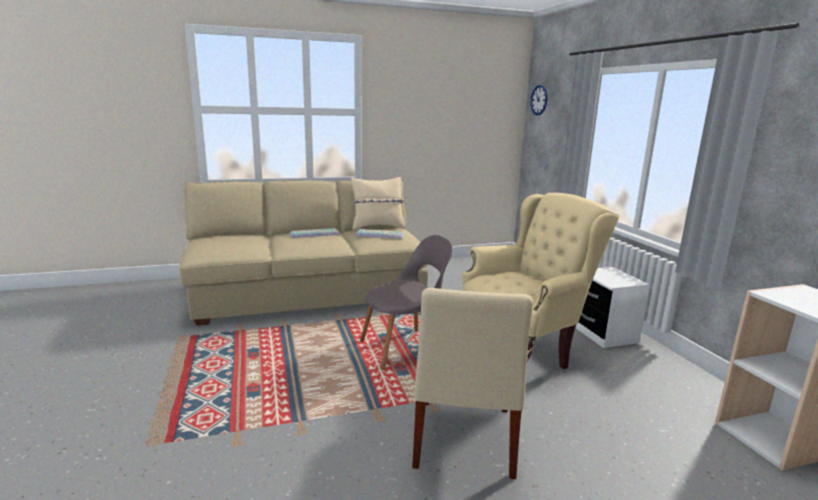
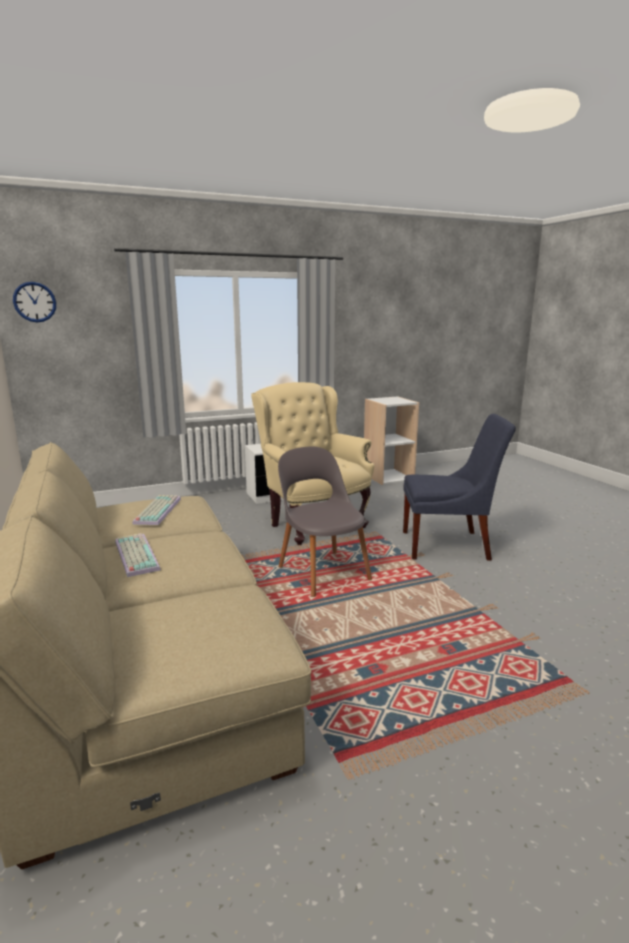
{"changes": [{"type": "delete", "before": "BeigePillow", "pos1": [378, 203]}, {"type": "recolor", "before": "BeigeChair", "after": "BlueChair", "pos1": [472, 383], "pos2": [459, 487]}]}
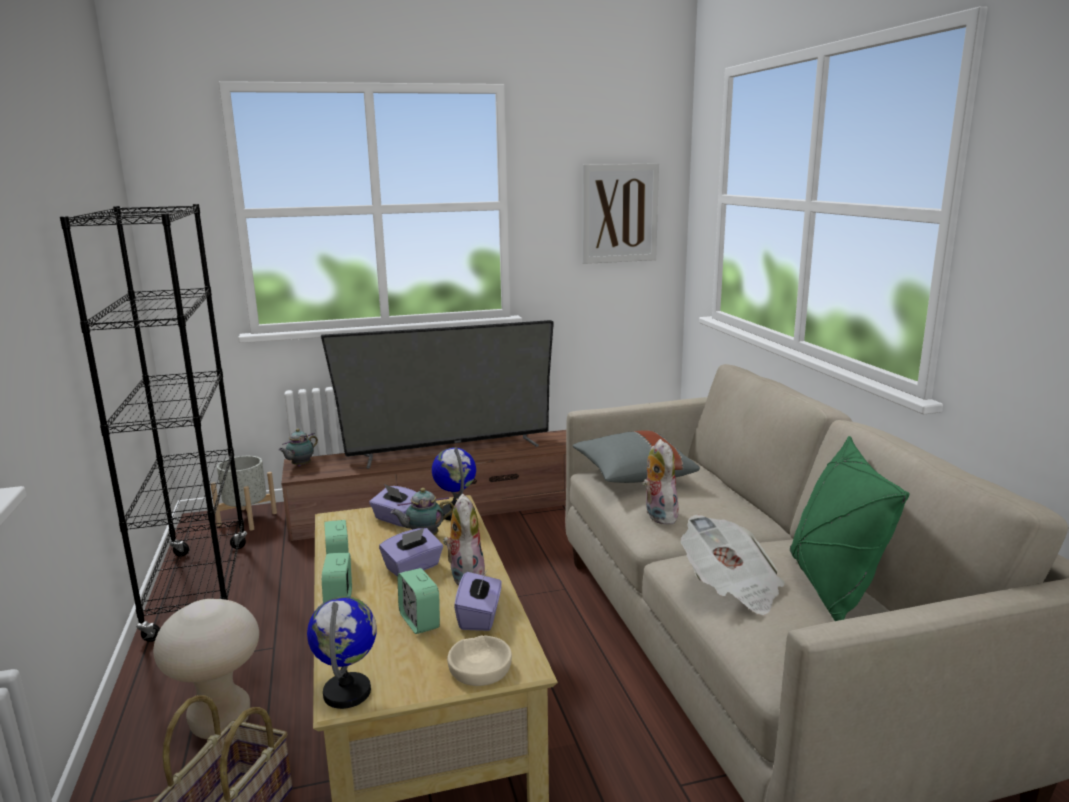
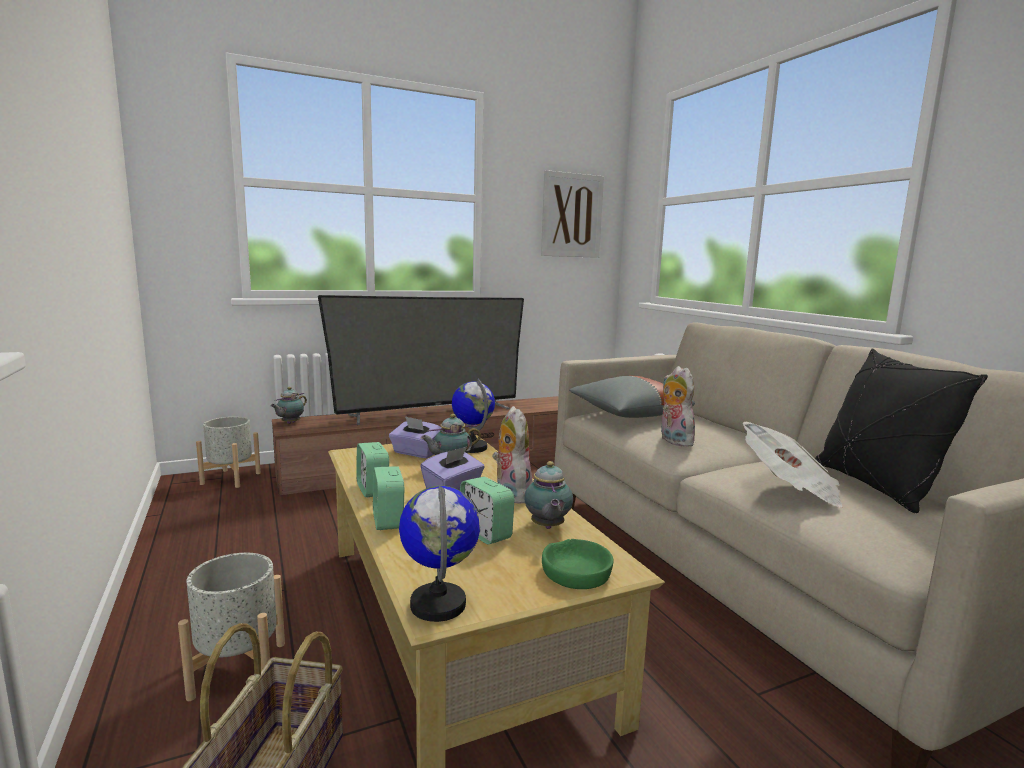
{"changes": [{"type": "delete", "before": "BlackBookcase", "pos1": [153, 423]}, {"type": "replace", "before": "BeigeStool", "after": "GreyPlanter", "pos1": [206, 669], "pos2": [231, 627]}, {"type": "replace", "before": "PurpleTissueBox", "after": "Teapot", "pos1": [478, 599], "pos2": [548, 495]}, {"type": "recolor", "before": "BeigeBowl", "after": "GreenBowl", "pos1": [479, 660], "pos2": [578, 564]}, {"type": "recolor", "before": "GreenPillow", "after": "BlackPillow", "pos1": [850, 528], "pos2": [901, 431]}]}
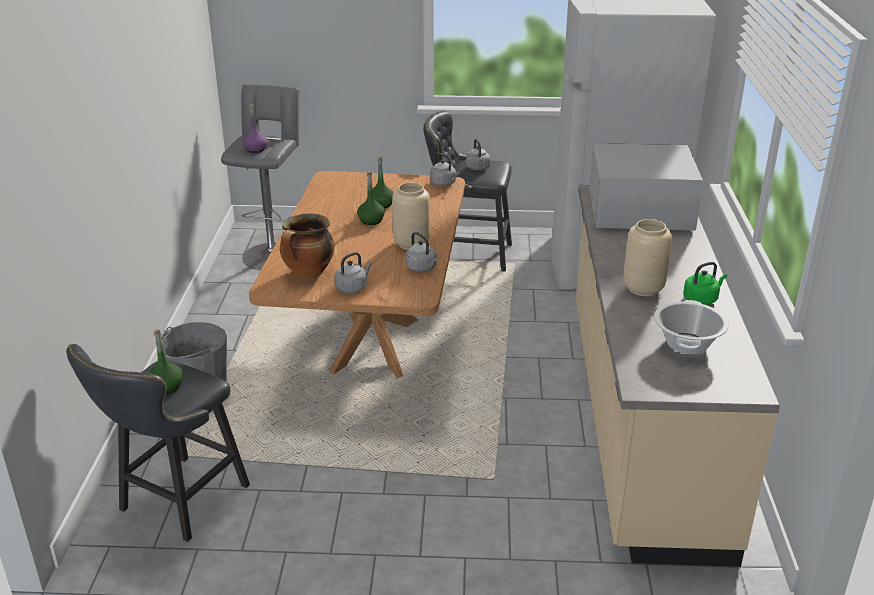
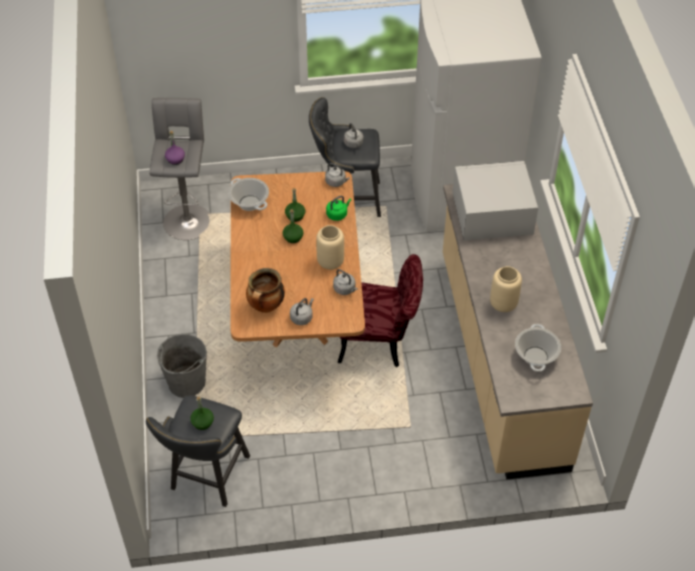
{"changes": [{"type": "insert", "after": "CookingPot", "pos2": [248, 194]}, {"type": "insert", "after": "RedChair", "pos2": [380, 310]}, {"type": "move", "before": "GreenKettle", "pos1": [705, 283], "pos2": [338, 208]}]}
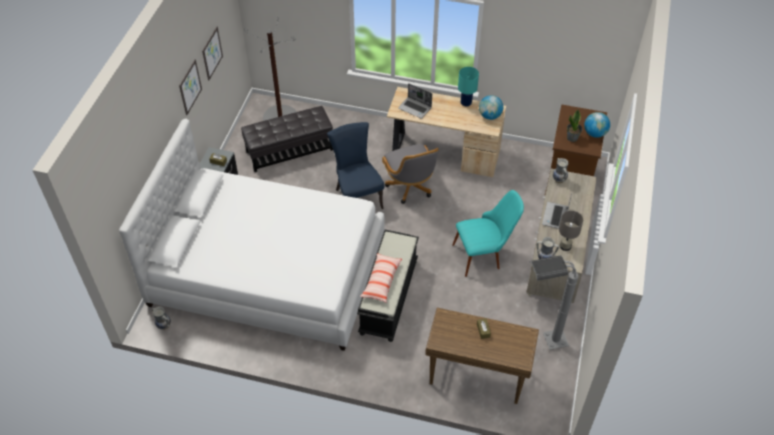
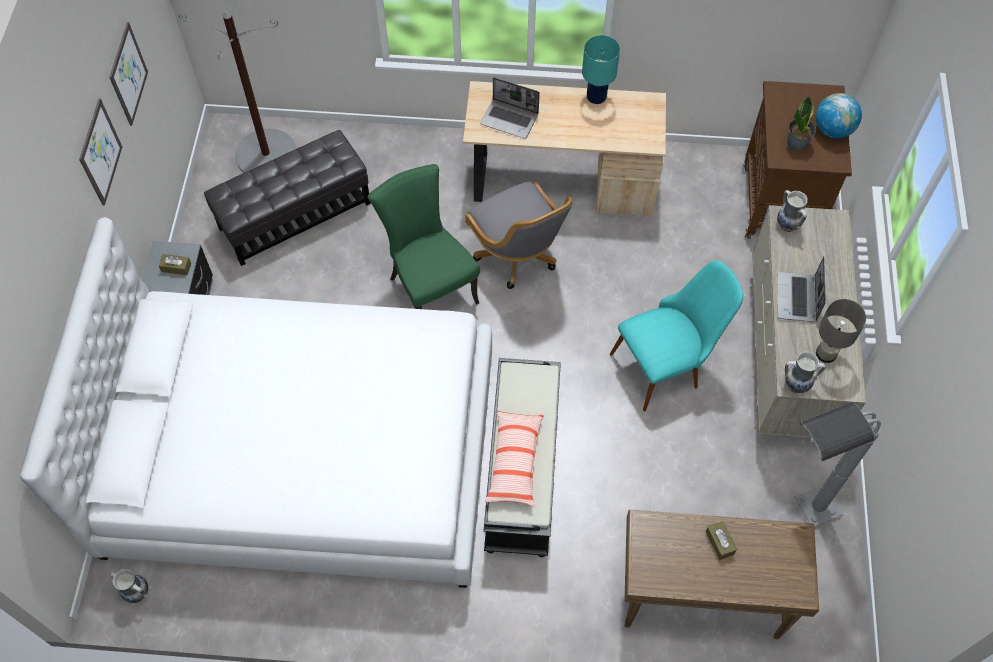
{"changes": [{"type": "delete", "before": "Globe", "pos1": [491, 107]}, {"type": "recolor", "before": "BlueChair", "after": "GreenChair", "pos1": [356, 165], "pos2": [424, 236]}]}
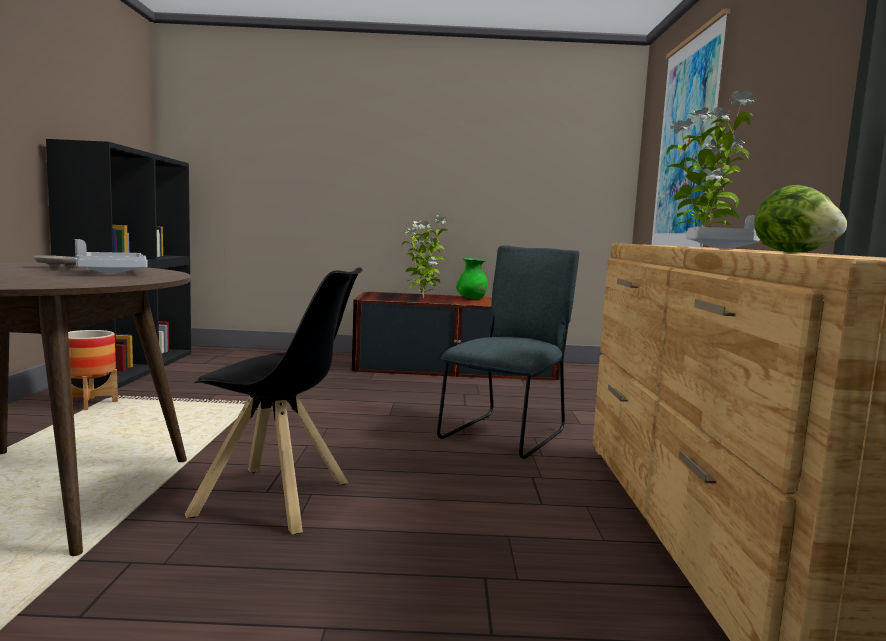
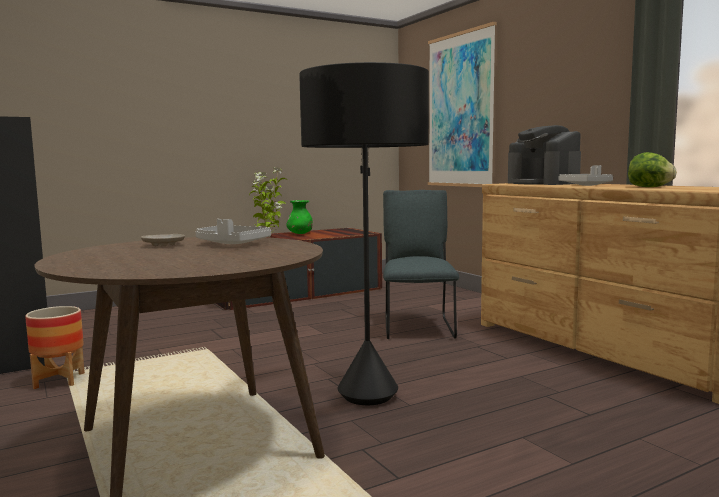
{"changes": [{"type": "replace", "before": "BlackChair", "after": "BlackFloorLamp", "pos1": [274, 400], "pos2": [364, 233]}, {"type": "replace", "before": "PottedPlant", "after": "CoffeeMachine", "pos1": [711, 169], "pos2": [544, 155]}]}
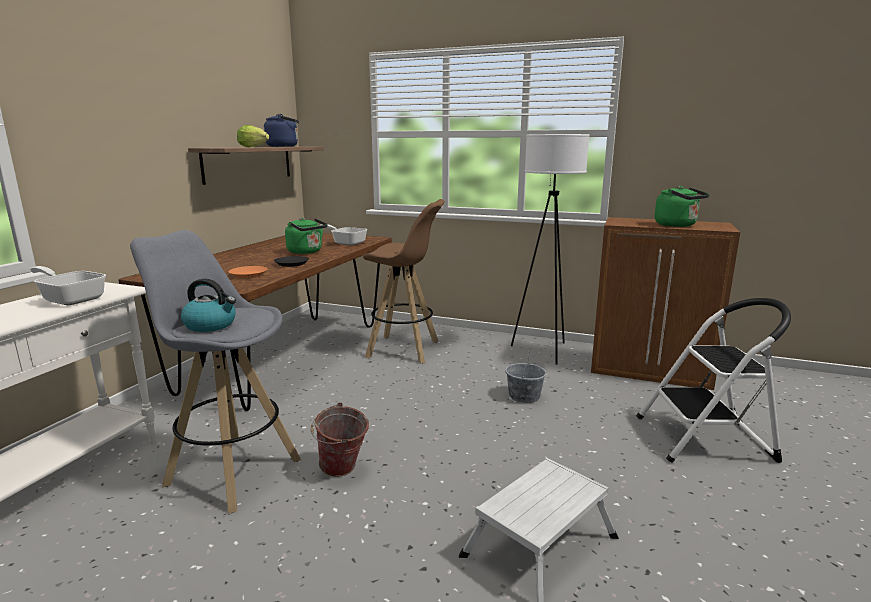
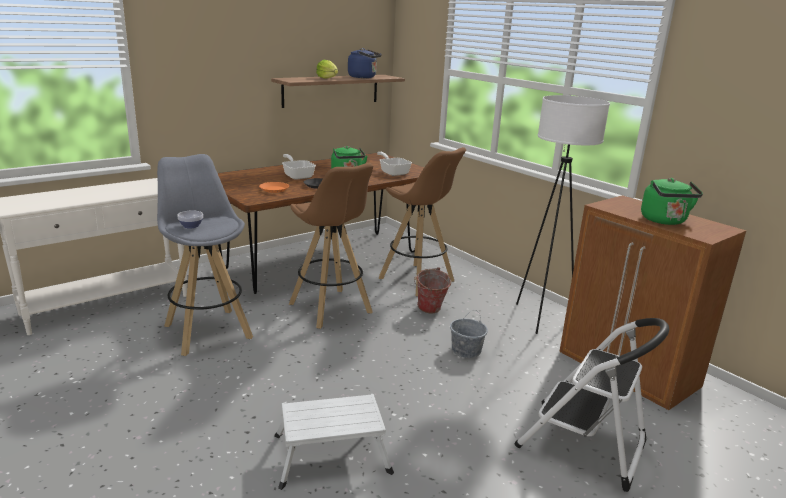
{"changes": [{"type": "insert", "after": "BrownStool", "pos2": [331, 246]}, {"type": "move", "before": "FryingPan", "pos1": [68, 285], "pos2": [299, 167]}, {"type": "move", "before": "Bucket", "pos1": [340, 439], "pos2": [432, 290]}, {"type": "replace", "before": "Kettle", "after": "Bowl", "pos1": [208, 305], "pos2": [190, 219]}]}
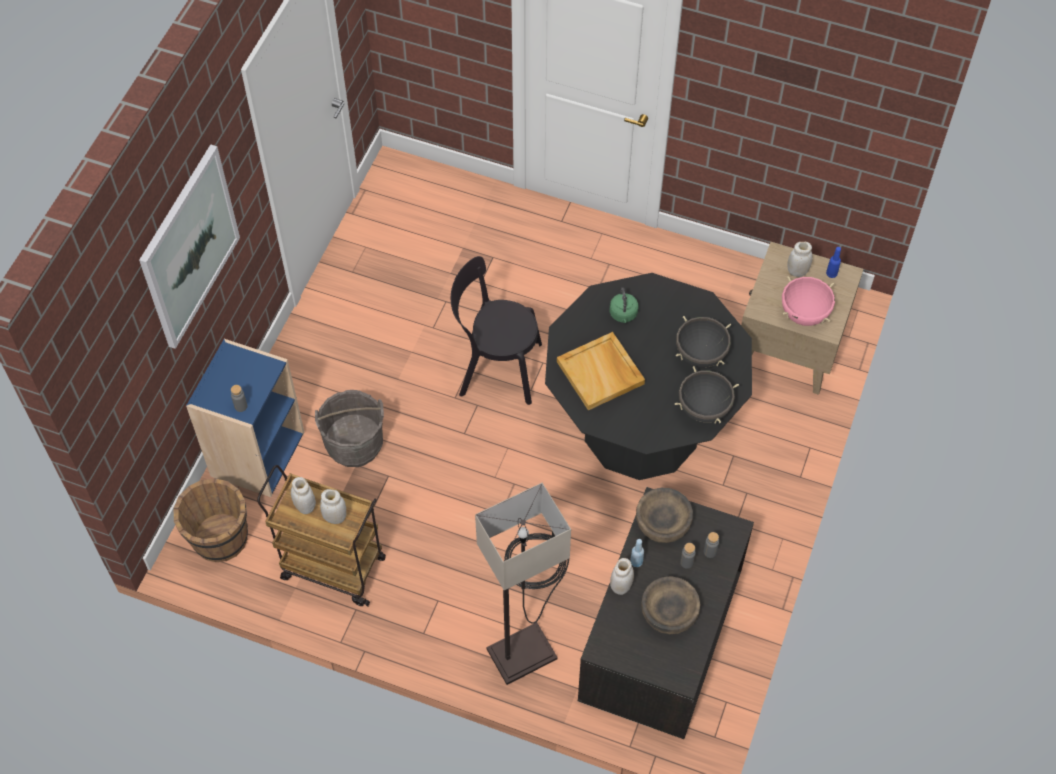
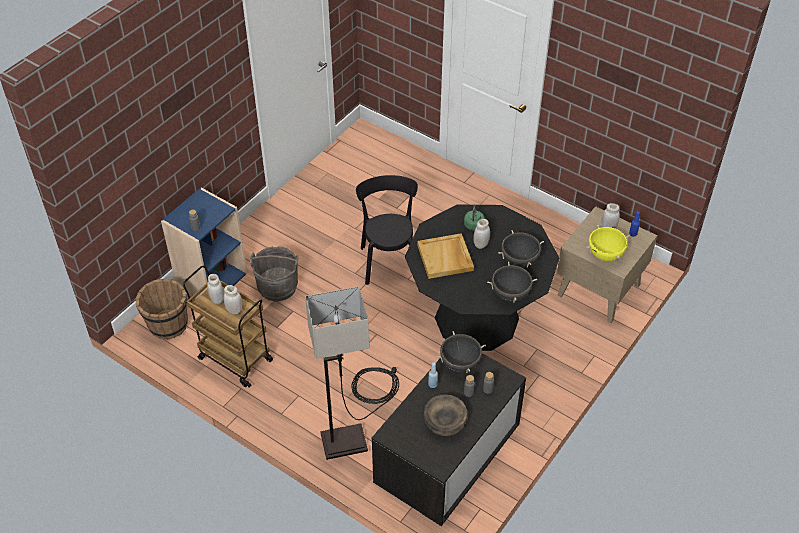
{"changes": [{"type": "delete", "before": "Picture", "pos1": [189, 246]}, {"type": "move", "before": "WhiteJar", "pos1": [622, 576], "pos2": [481, 234]}, {"type": "replace", "before": "BrownBowl", "after": "BlackCookingPot", "pos1": [664, 515], "pos2": [461, 352]}, {"type": "recolor", "before": "PinkCookingPot", "after": "YellowCookingPot", "pos1": [808, 301], "pos2": [608, 243]}, {"type": "rotate", "before": "BlackChair", "pos1": [496, 330], "pos2": [387, 230], "turn": 60}]}
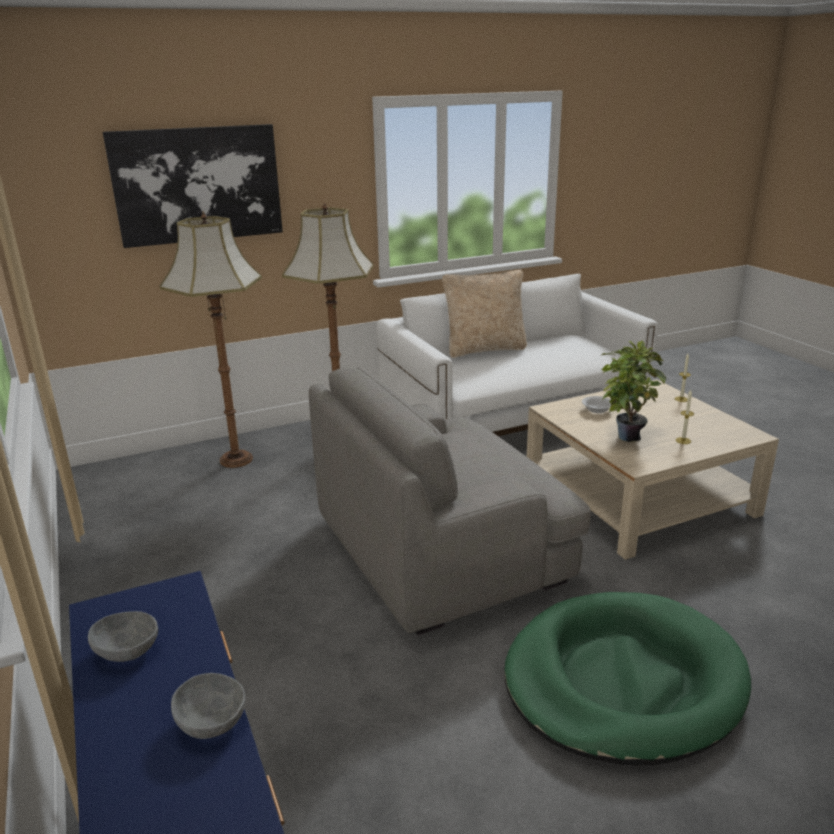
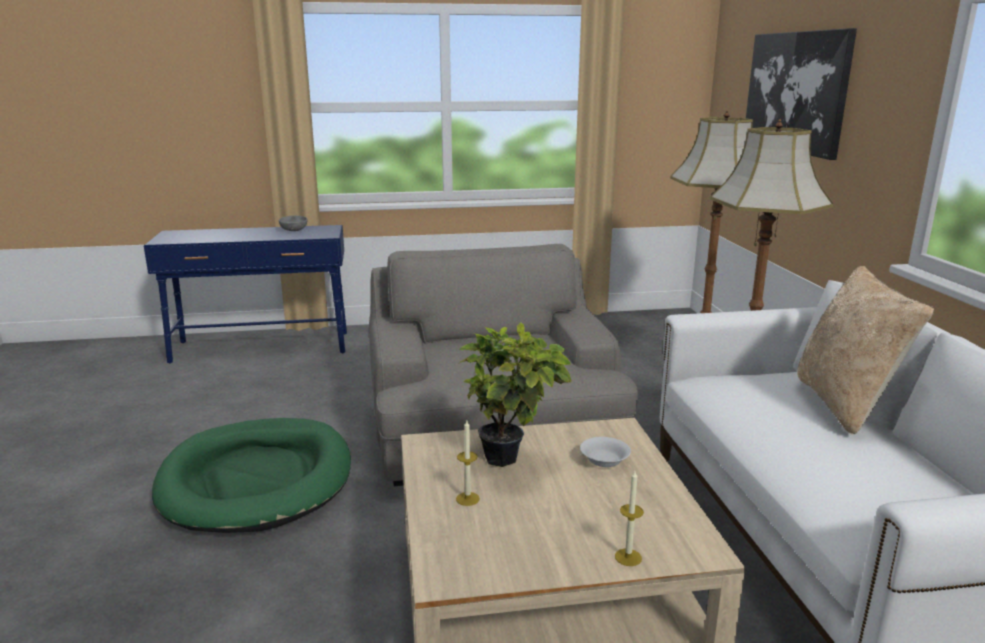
{"changes": [{"type": "delete", "before": "GreyBowl", "pos1": [208, 706]}]}
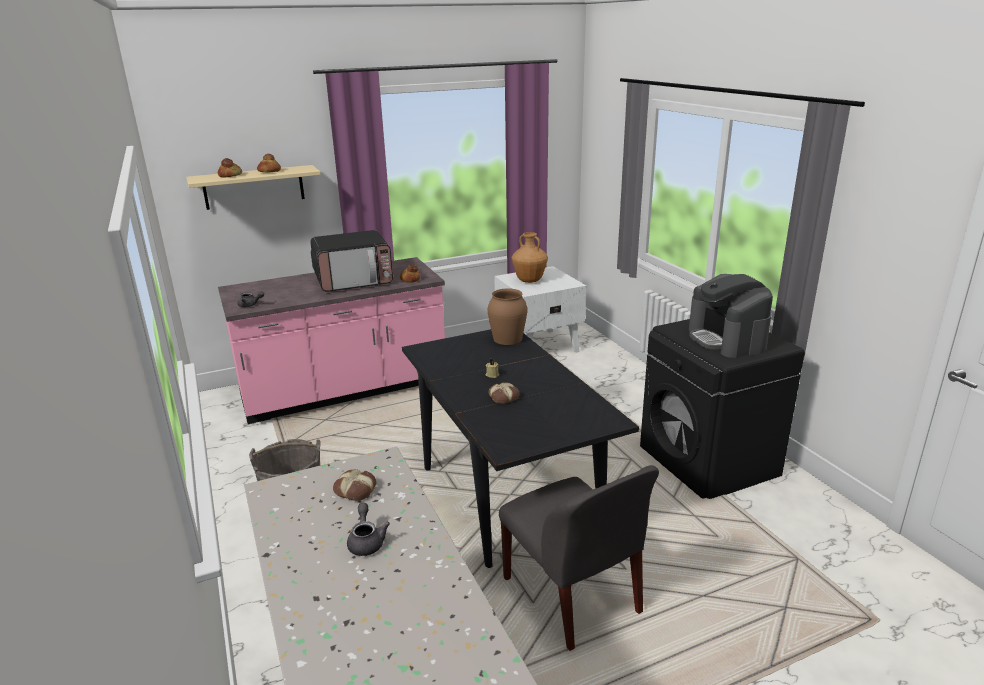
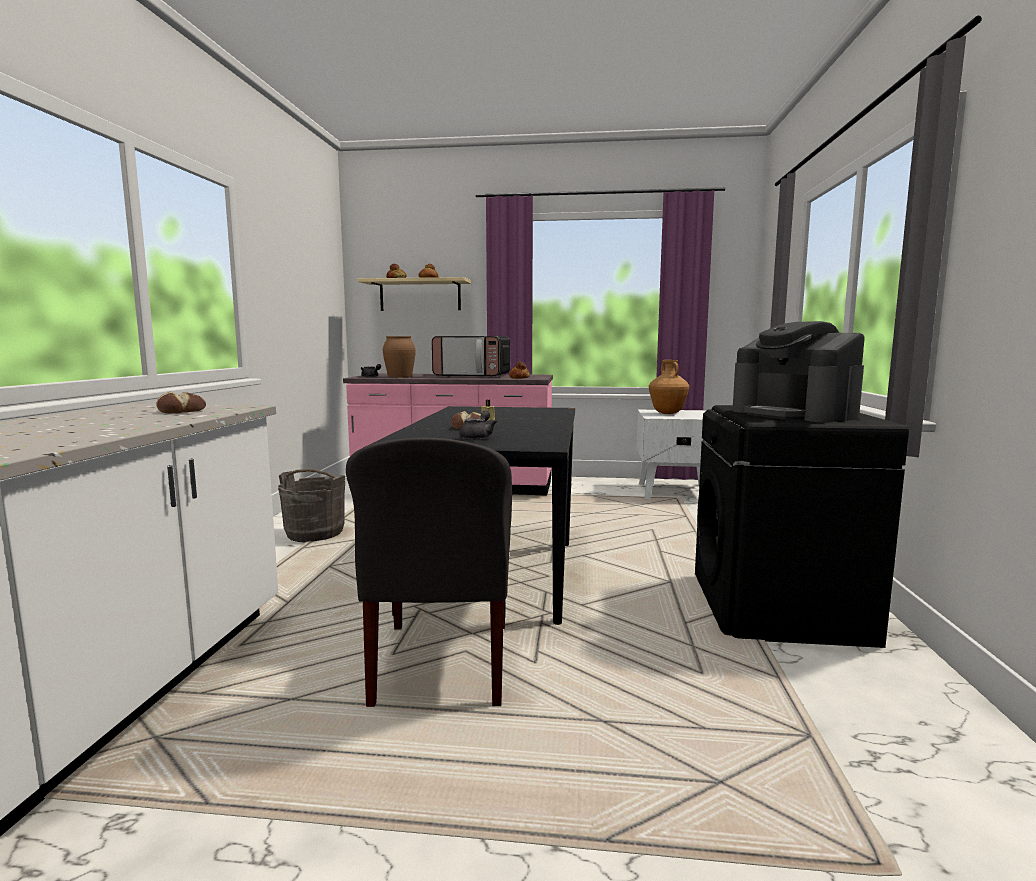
{"changes": [{"type": "move", "before": "GreyTeapot", "pos1": [368, 529], "pos2": [478, 424]}, {"type": "move", "before": "BrownVase", "pos1": [507, 316], "pos2": [399, 356]}, {"type": "rotate", "before": "CoffeeMachine", "pos1": [731, 316], "pos2": [798, 371], "turn": -45}]}
